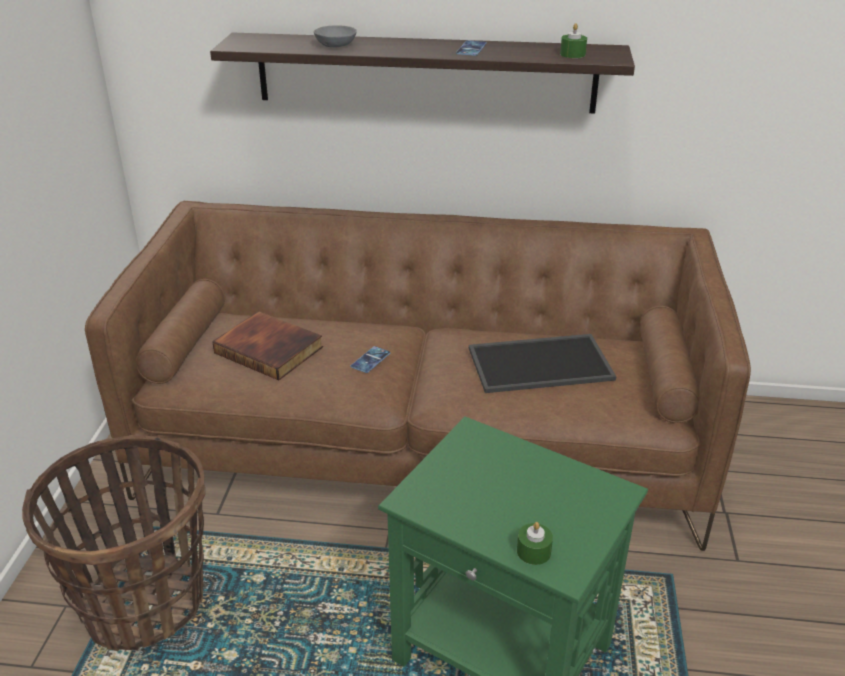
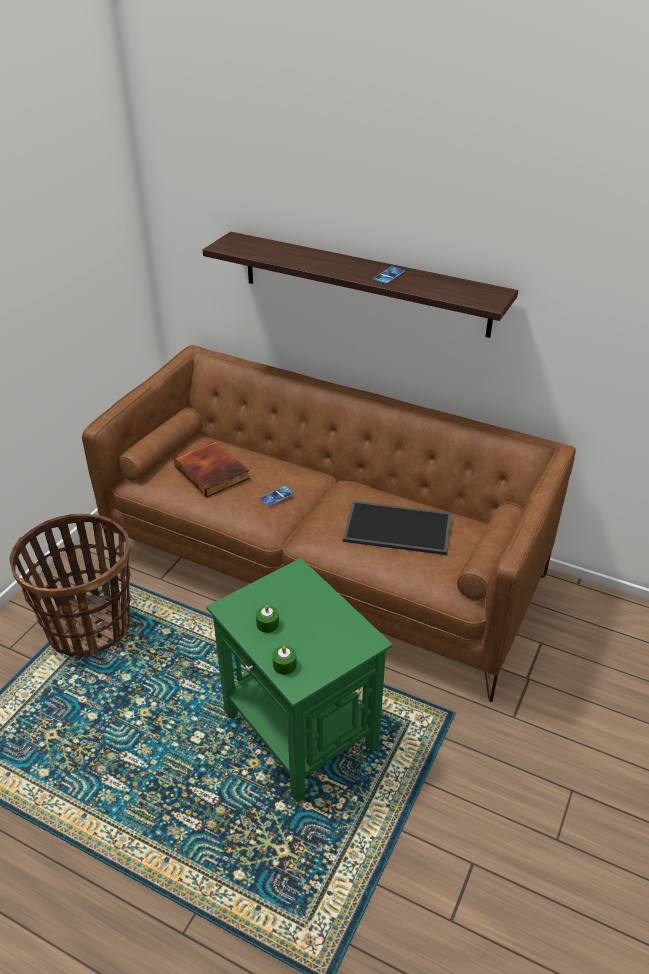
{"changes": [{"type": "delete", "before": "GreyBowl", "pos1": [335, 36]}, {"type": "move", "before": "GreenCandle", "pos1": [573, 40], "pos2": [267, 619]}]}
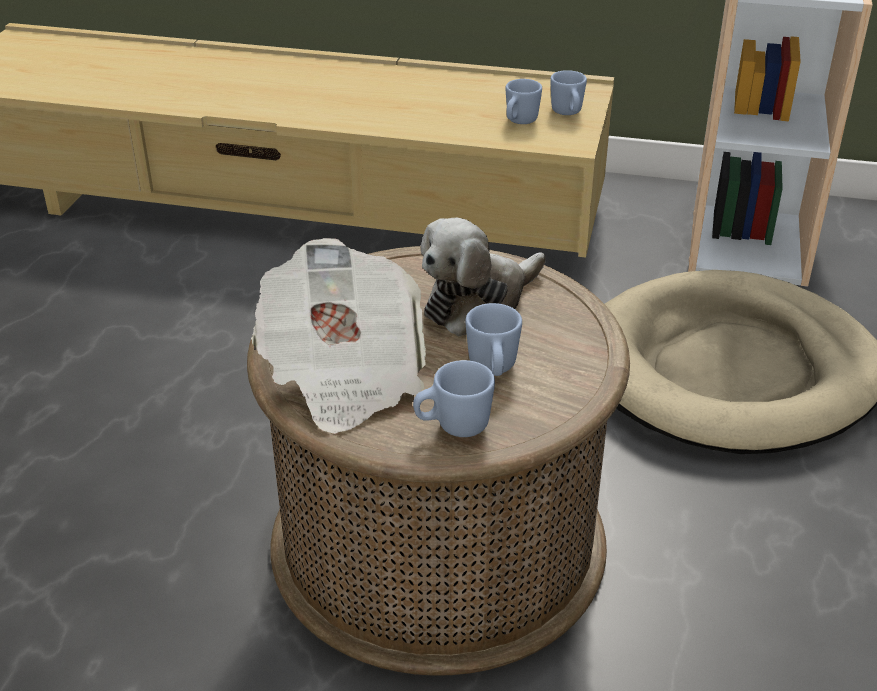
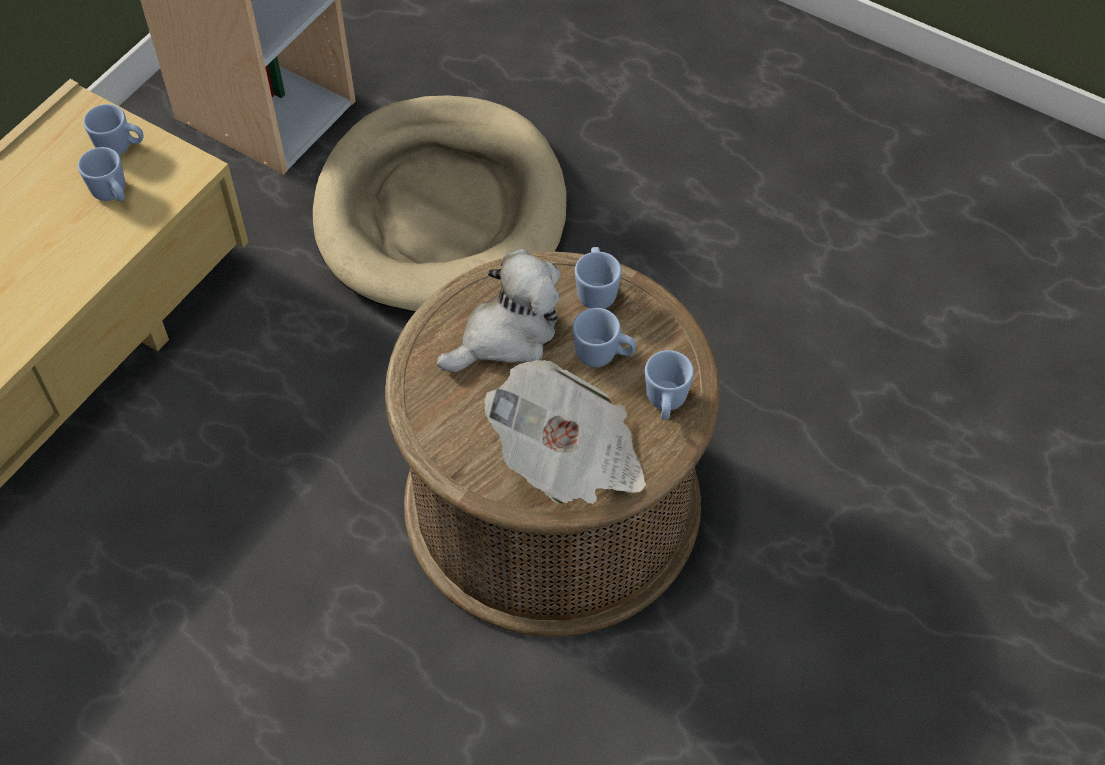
{"changes": [{"type": "insert", "after": "BlueMug", "pos2": [598, 278]}, {"type": "rotate", "before": "PlushToy", "pos1": [483, 277], "pos2": [498, 310], "turn": -105}]}
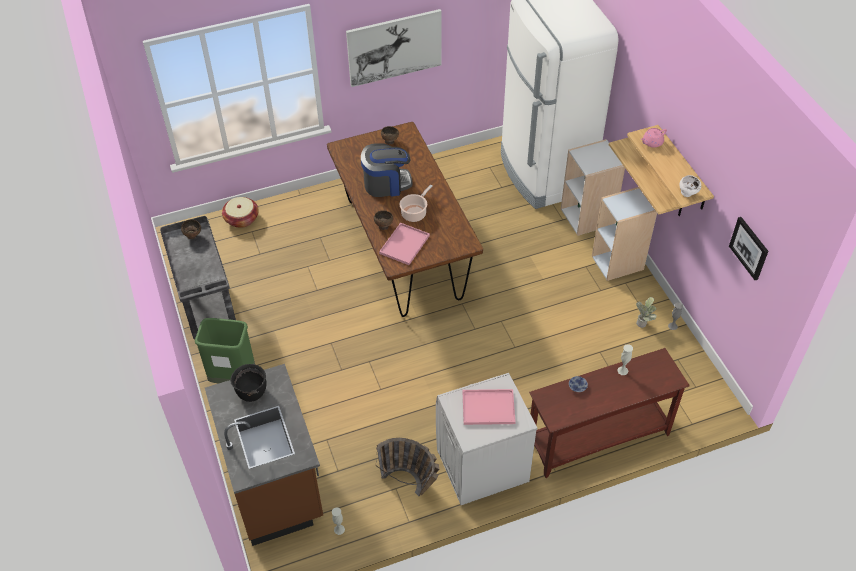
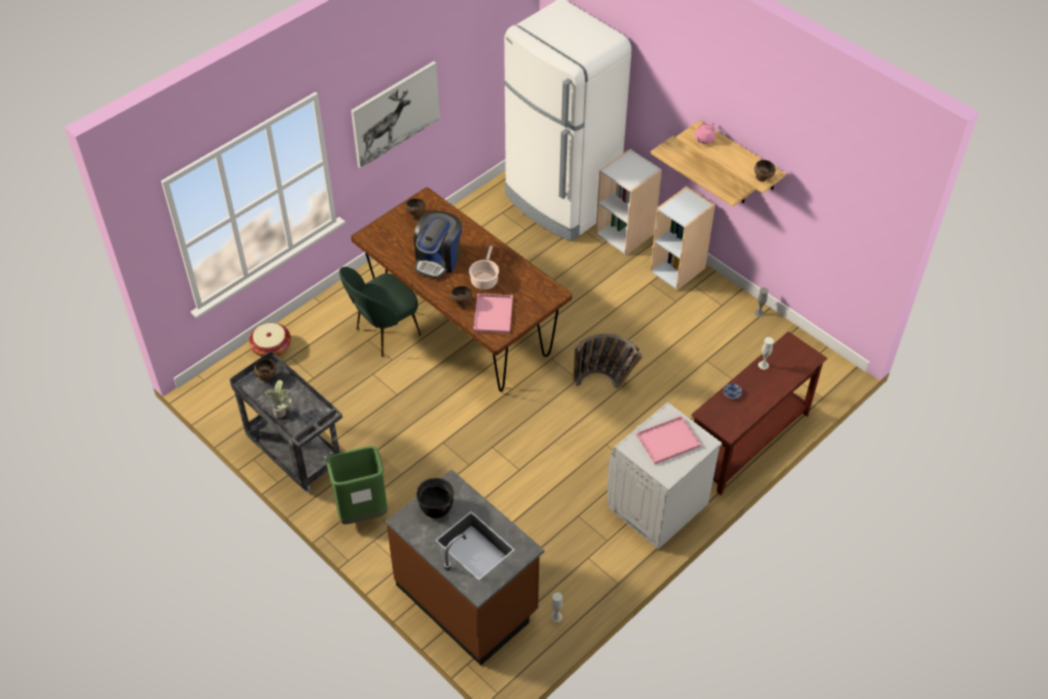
{"changes": [{"type": "delete", "before": "Picture", "pos1": [748, 248]}, {"type": "insert", "after": "GreenChair", "pos2": [380, 312]}, {"type": "move", "before": "Basket", "pos1": [407, 467], "pos2": [607, 361]}, {"type": "move", "before": "PottedPlant", "pos1": [646, 312], "pos2": [278, 399]}, {"type": "recolor", "before": "WhiteBowl", "after": "BrownBowl", "pos1": [690, 186], "pos2": [765, 171]}, {"type": "rotate", "before": "CoffeeMachine", "pos1": [386, 170], "pos2": [438, 245], "turn": 150}]}
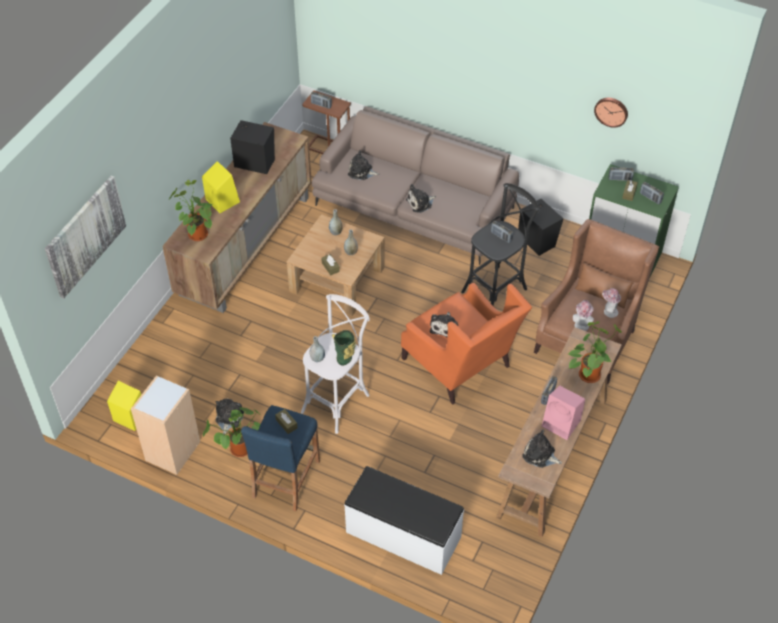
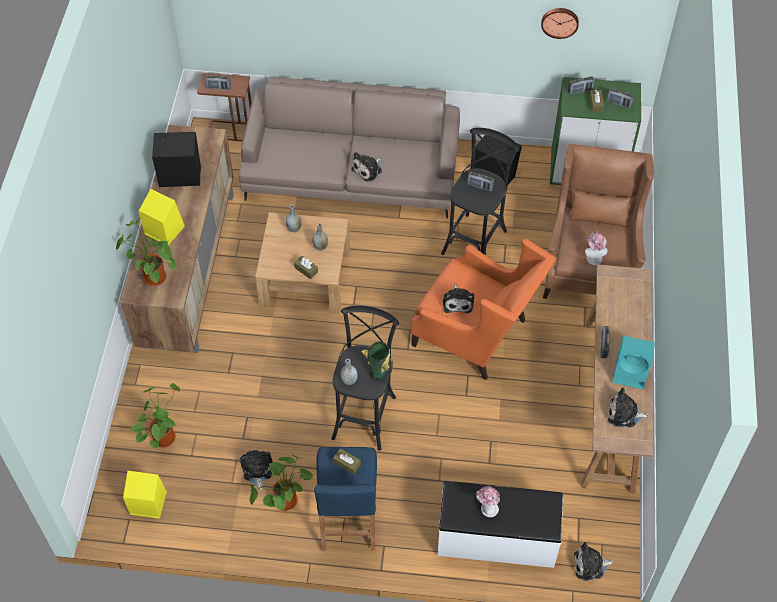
{"changes": [{"type": "delete", "before": "Picture", "pos1": [85, 237]}, {"type": "delete", "before": "Bookcase", "pos1": [165, 425]}, {"type": "move", "before": "PlushToy", "pos1": [363, 165], "pos2": [594, 561]}, {"type": "move", "before": "PottedPlant", "pos1": [595, 352], "pos2": [155, 416]}, {"type": "move", "before": "Hat", "pos1": [611, 303], "pos2": [488, 501]}, {"type": "recolor", "before": "WhiteStool", "after": "BlackStool", "pos1": [335, 364], "pos2": [365, 378]}, {"type": "recolor", "before": "PinkSpeaker", "after": "TurquoiseSpeaker", "pos1": [563, 413], "pos2": [633, 362]}]}
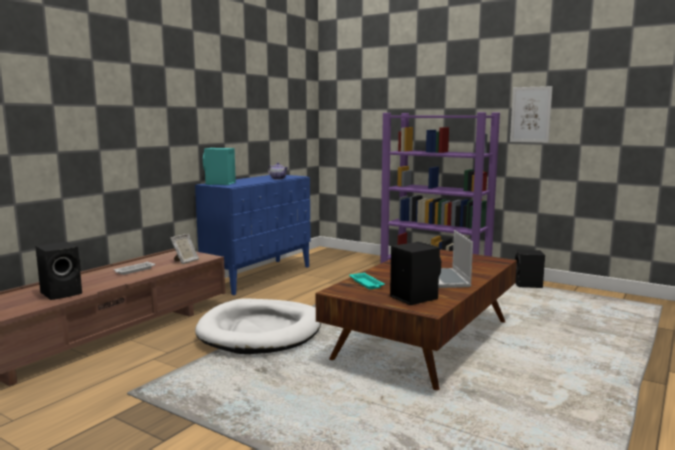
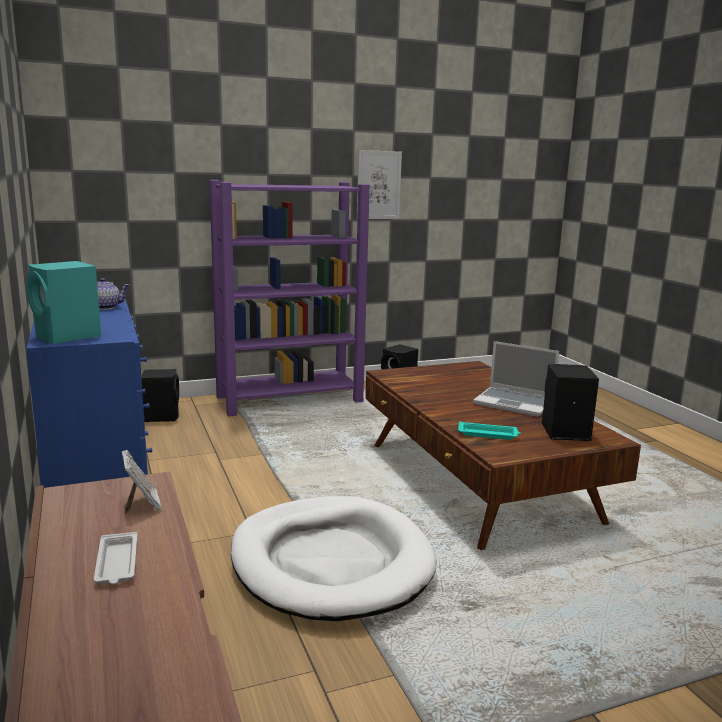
{"changes": [{"type": "move", "before": "BlackSpeaker", "pos1": [58, 271], "pos2": [160, 395]}]}
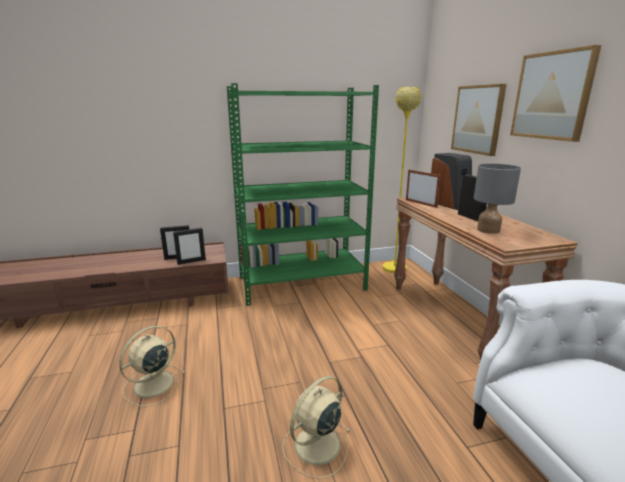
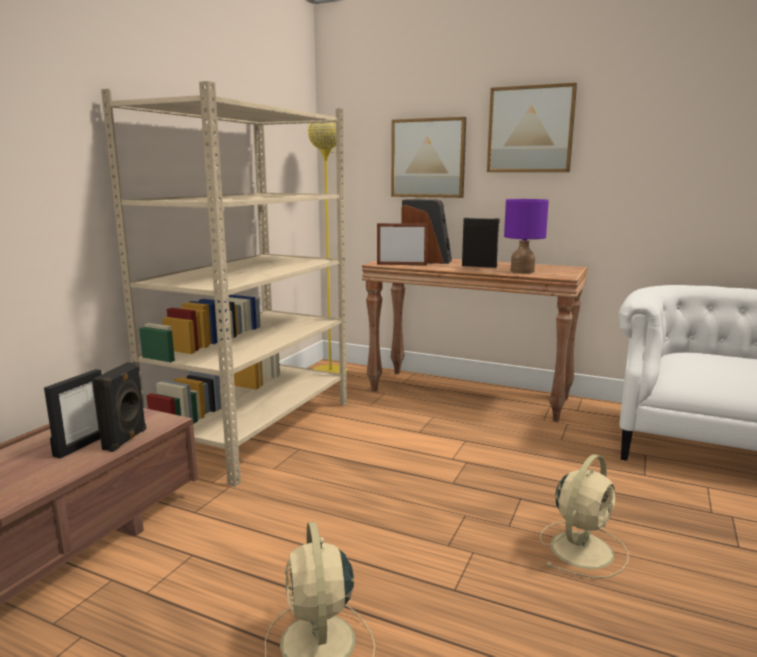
{"changes": [{"type": "replace", "before": "PictureFrame", "after": "BlackSpeaker", "pos1": [189, 246], "pos2": [119, 407]}, {"type": "recolor", "before": "GreenBookcase", "after": "BeigeBookcase", "pos1": [303, 194], "pos2": [224, 284]}, {"type": "recolor", "before": "GreyTableLamp", "after": "PurpleTableLamp", "pos1": [497, 198], "pos2": [526, 236]}, {"type": "rotate", "before": "BeigeFan", "pos1": [316, 427], "pos2": [584, 516], "turn": -135}]}
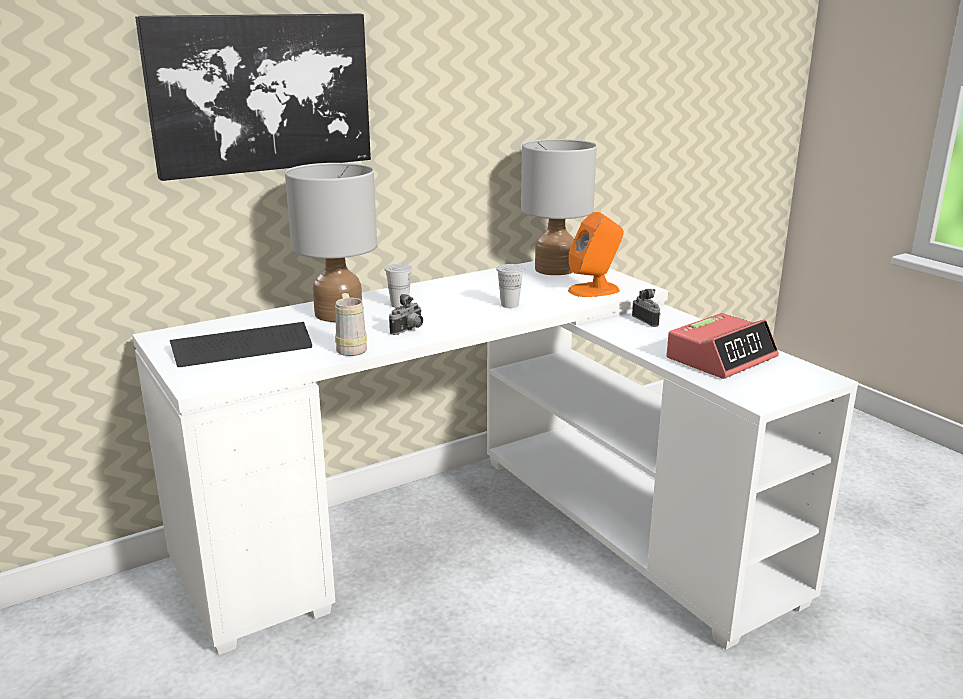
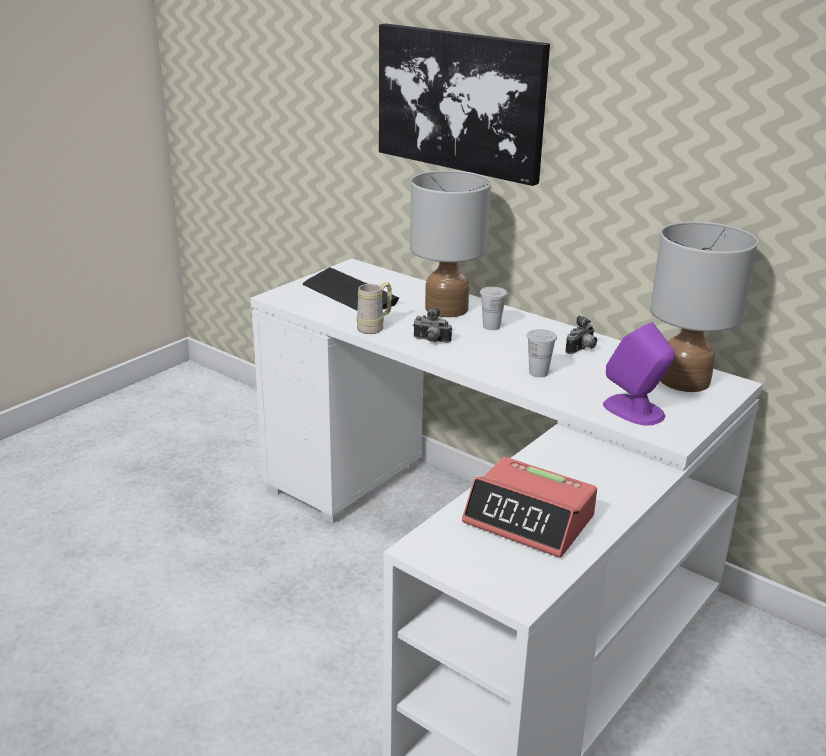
{"changes": [{"type": "move", "before": "PhotoCamera", "pos1": [646, 308], "pos2": [581, 335]}, {"type": "recolor", "before": "OrangeSpeaker", "after": "PurpleSpeaker", "pos1": [596, 254], "pos2": [639, 374]}]}
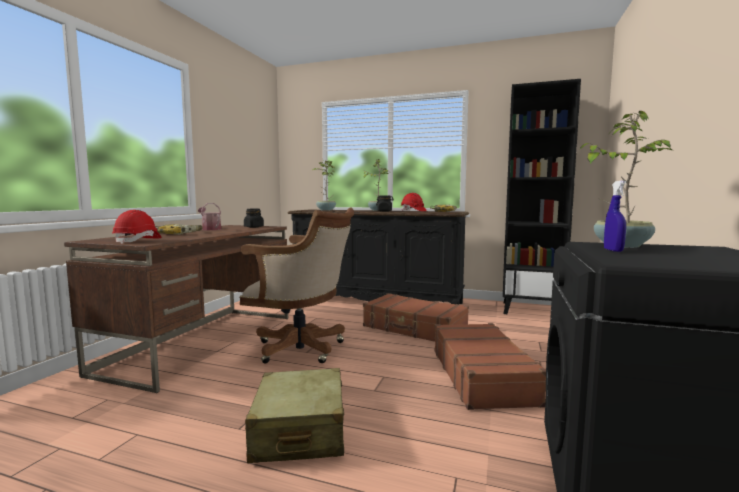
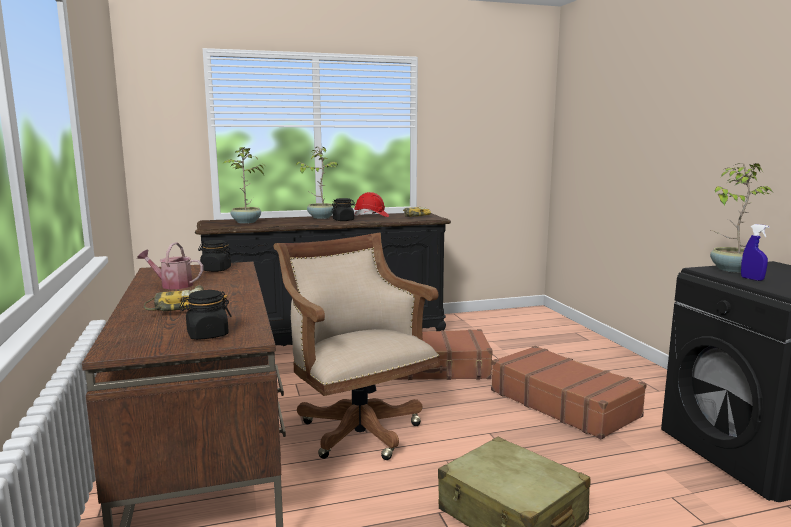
{"changes": [{"type": "delete", "before": "BlackBookcase", "pos1": [542, 196]}, {"type": "replace", "before": "RedHardHat", "after": "BlackJar", "pos1": [136, 227], "pos2": [205, 315]}, {"type": "rotate", "before": "OfficeChair", "pos1": [297, 285], "pos2": [356, 346], "turn": -105}]}
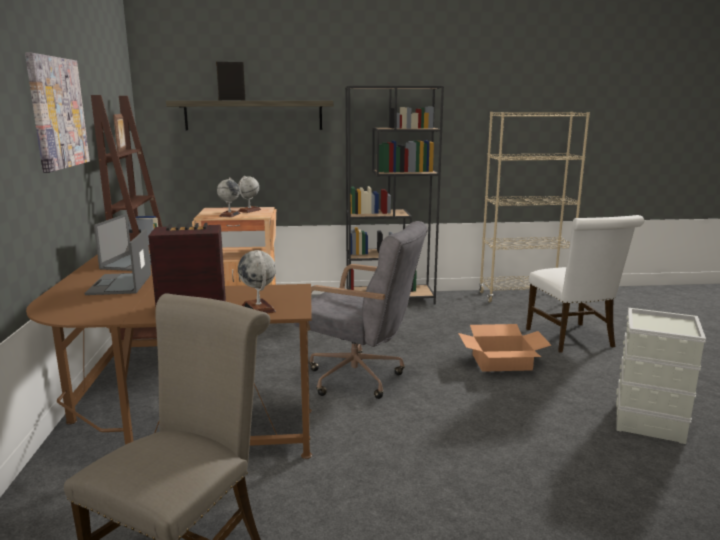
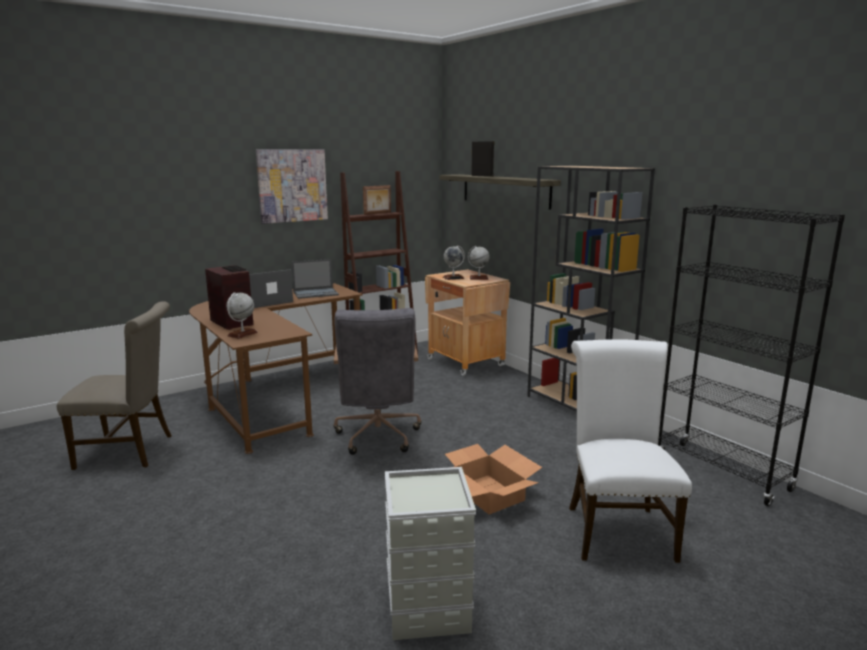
{"changes": [{"type": "recolor", "before": "BeigeBookcase", "after": "BlackBookcase", "pos1": [534, 207], "pos2": [751, 355]}, {"type": "rotate", "before": "WhiteChair", "pos1": [585, 284], "pos2": [630, 451], "turn": 135}]}
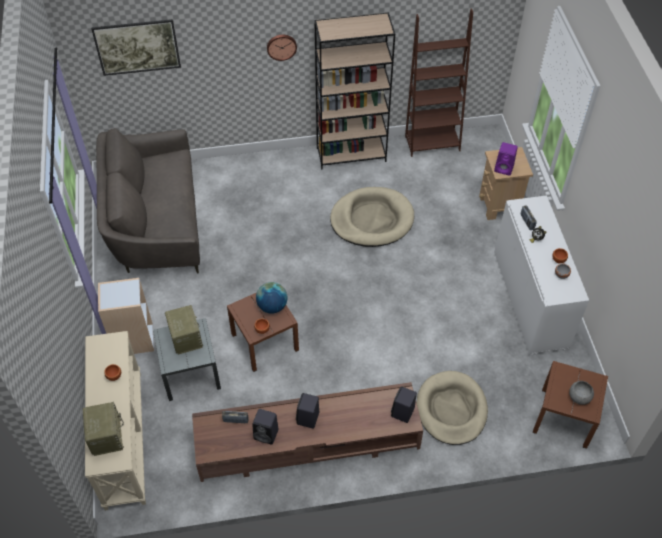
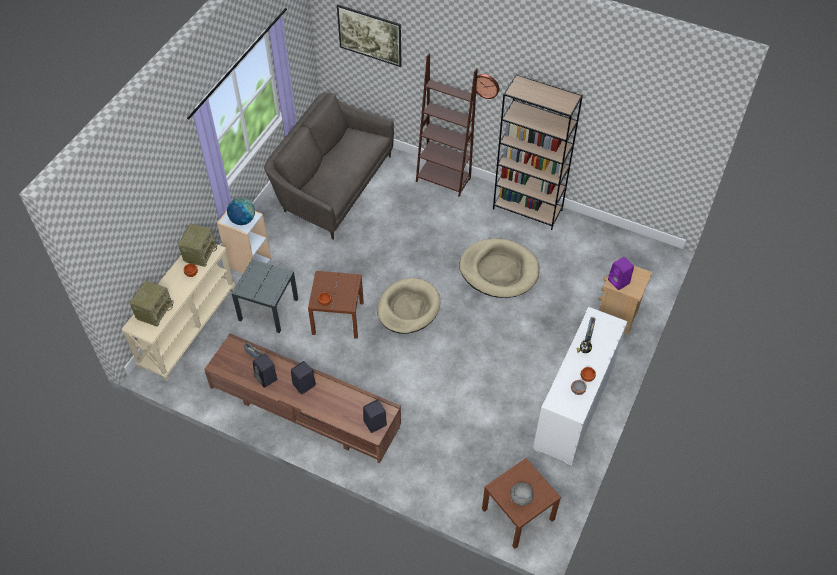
{"changes": [{"type": "move", "before": "Radio", "pos1": [184, 330], "pos2": [197, 245]}, {"type": "move", "before": "Globe", "pos1": [271, 298], "pos2": [241, 211]}, {"type": "move", "before": "BrownBookcase", "pos1": [439, 82], "pos2": [447, 125]}, {"type": "move", "before": "BeigeDogBed", "pos1": [452, 408], "pos2": [408, 306]}]}
